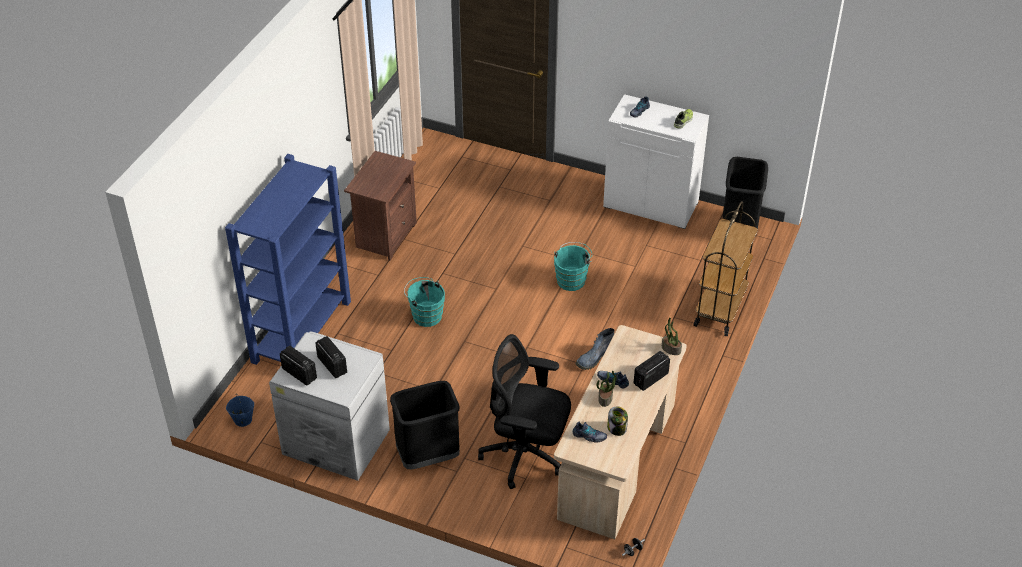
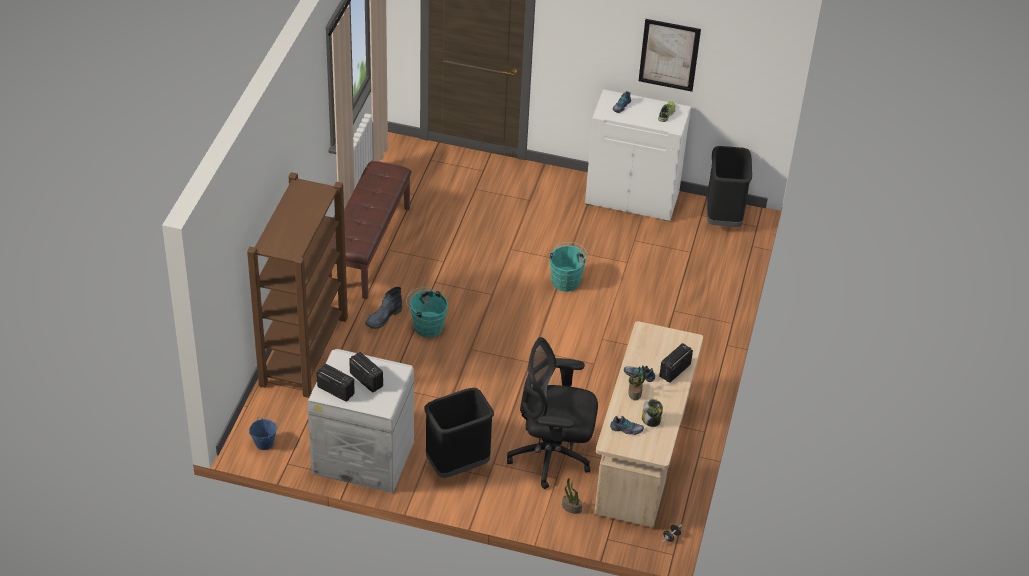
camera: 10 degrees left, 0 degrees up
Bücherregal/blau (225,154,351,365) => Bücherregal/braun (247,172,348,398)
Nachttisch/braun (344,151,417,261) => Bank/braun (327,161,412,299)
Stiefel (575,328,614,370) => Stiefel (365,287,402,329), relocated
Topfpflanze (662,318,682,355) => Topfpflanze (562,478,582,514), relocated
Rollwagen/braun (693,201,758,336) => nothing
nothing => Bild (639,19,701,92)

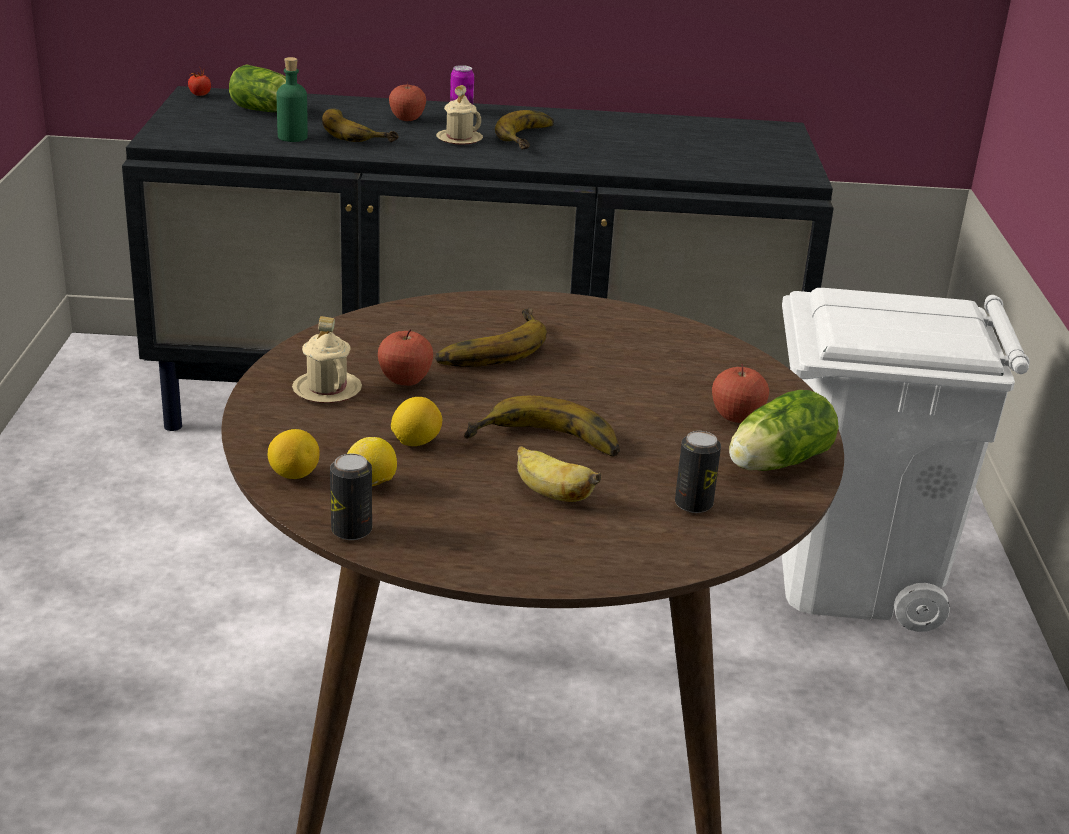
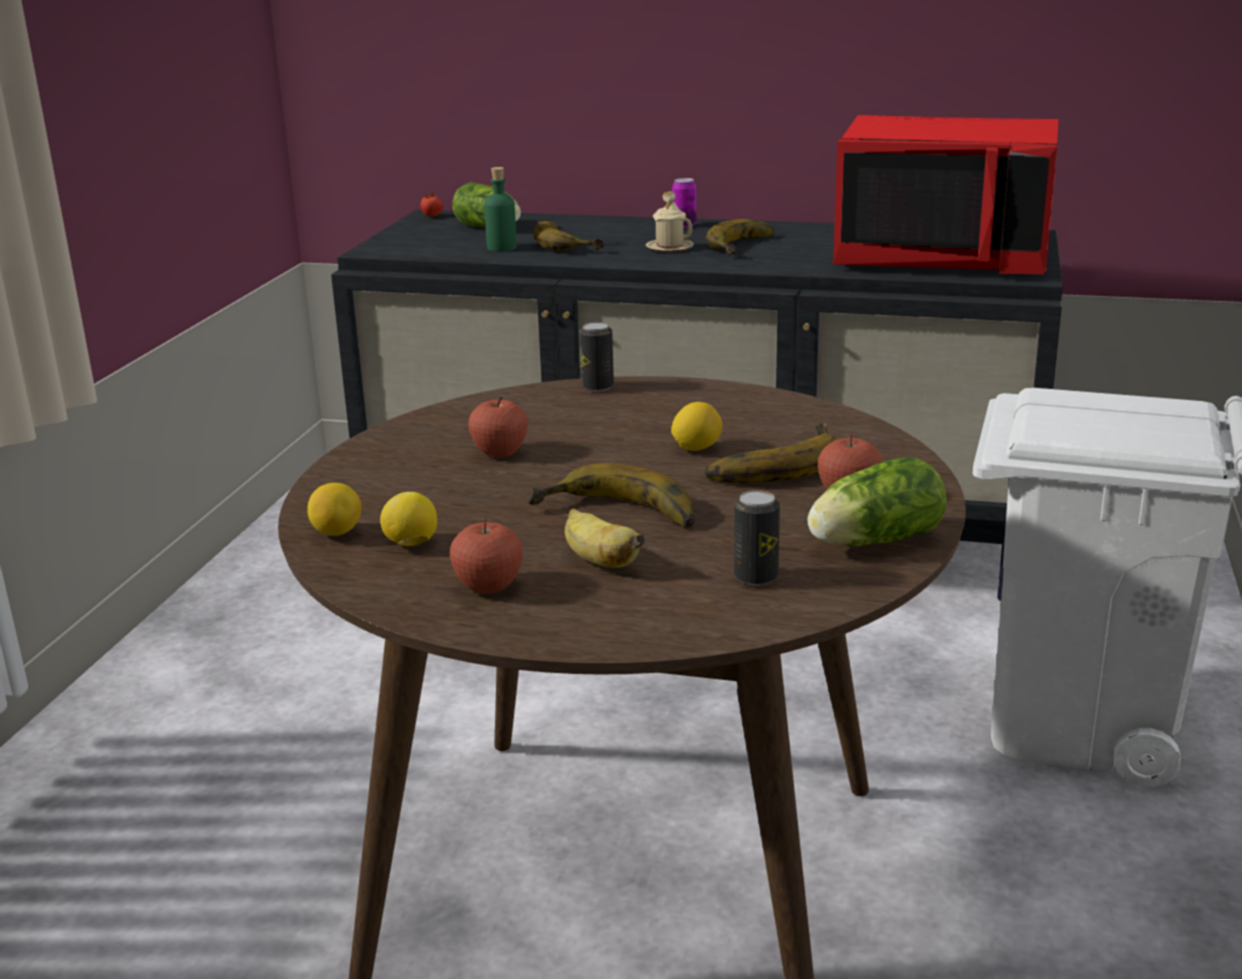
camera: 15 degrees right, 5 degrees down
Henkelbecher/beige (292,316,362,403) => nothing
Dose (330,454,372,540) => Dose (580,322,614,392), relocated
Apfel (389,81,426,121) => Apfel (450,518,523,594), relocated
Zitrone (391,397,442,446) => Zitrone (671,402,722,451), relocated
Banane (435,308,547,367) => Banane (705,422,837,483), relocated
nothing => Mikrowelle/rot (833,115,1058,275)

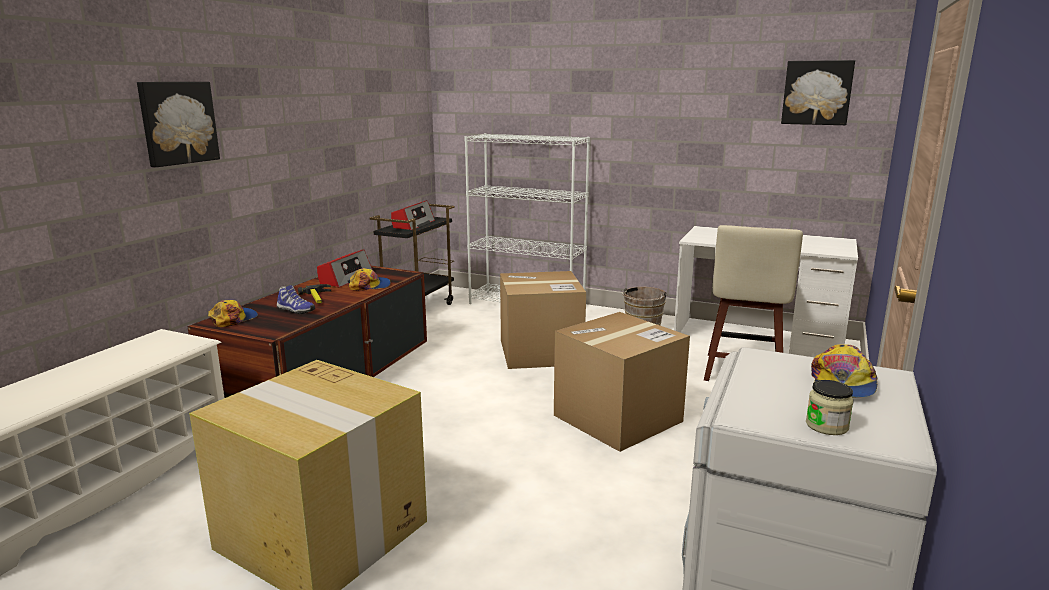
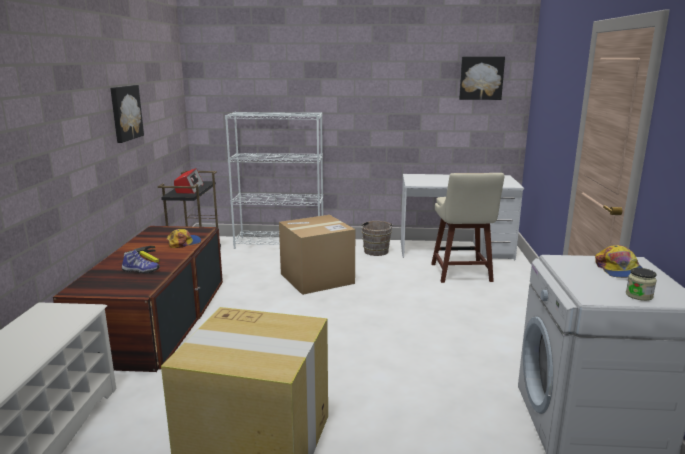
camera: 20 degrees left, 0 degrees up
Bild (137,82,220,167) => Bild (110,85,144,143), relocated
Kappe (208,300,258,327) => nothing
Radio (317,249,373,287) => nothing
Karton (554,312,690,452) => nothing

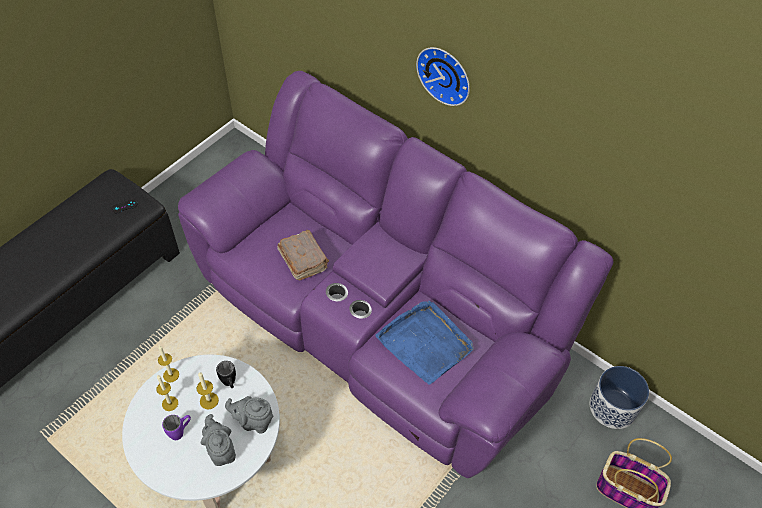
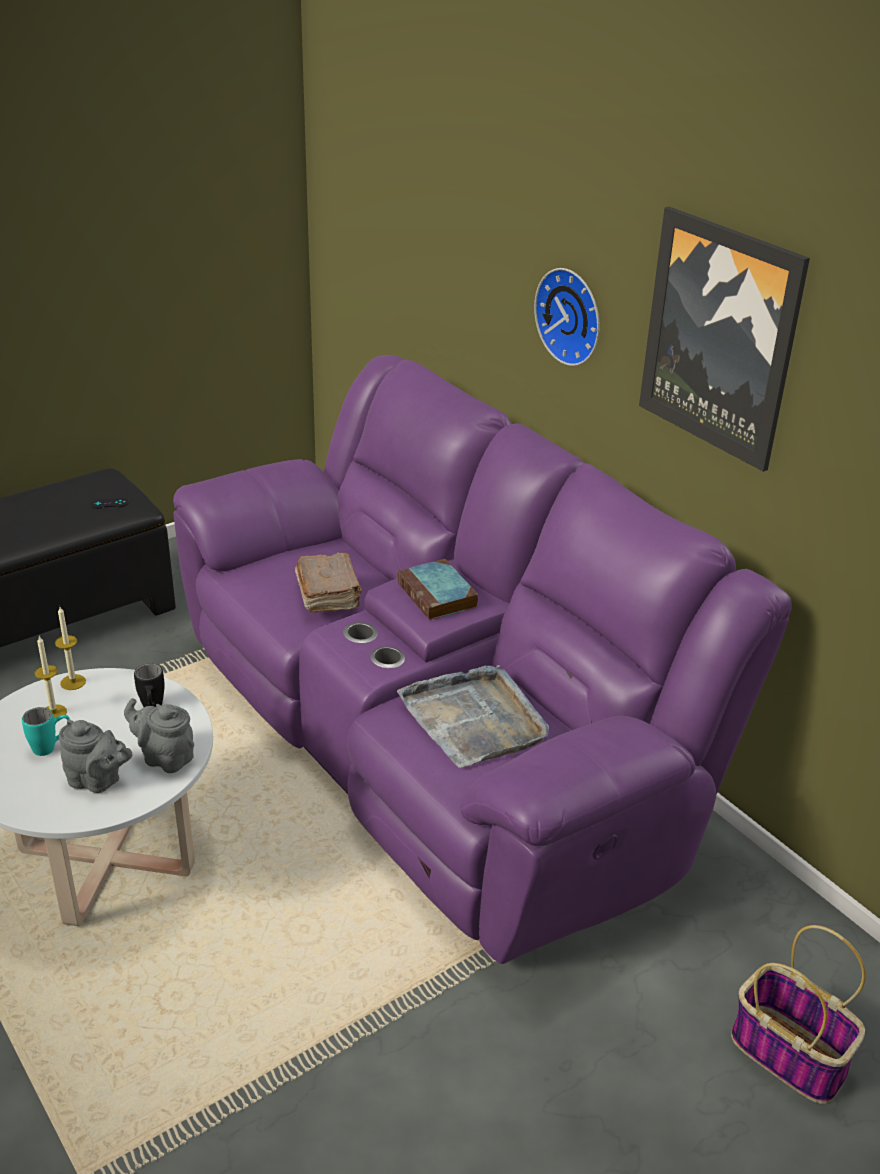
camera: 15 degrees right, 20 degrees down
Henkelbecher/lila (162,415,191,440) => Henkelbecher/türkis (22,707,70,756)
Kerze (197,372,219,410) => nothing
Teekanne/grau (200,414,236,466) => Teekanne/grau (59,720,132,793), 120 degrees clockwise
Tablett/blau (375,301,474,385) => Tablett/grau (397,665,549,768)
Pflanzkübel (590,366,649,429) => nothing
nothing => Buch (397,559,478,620)
nothing => Bild (639,207,810,472)

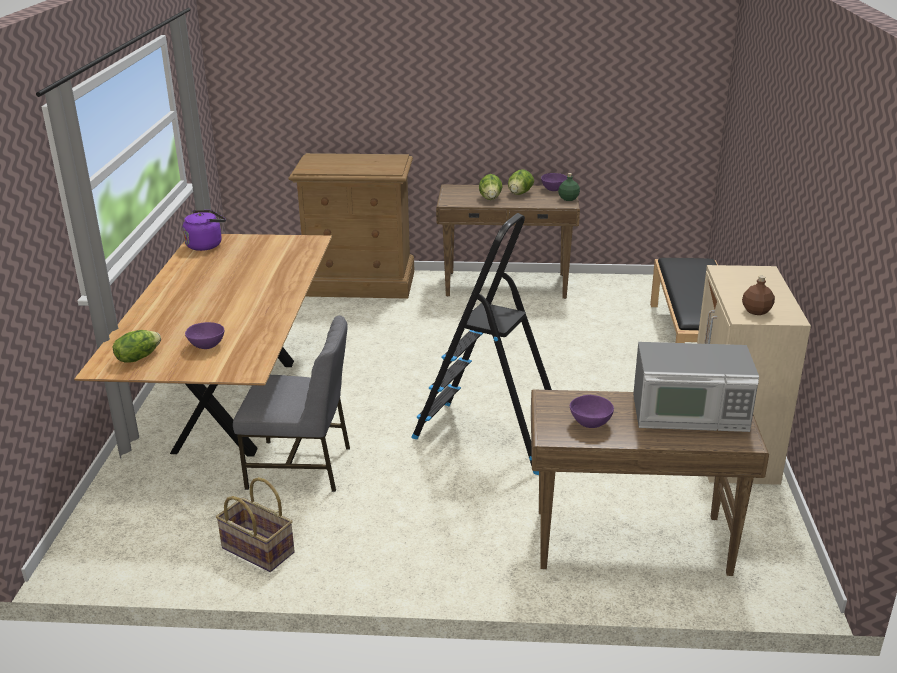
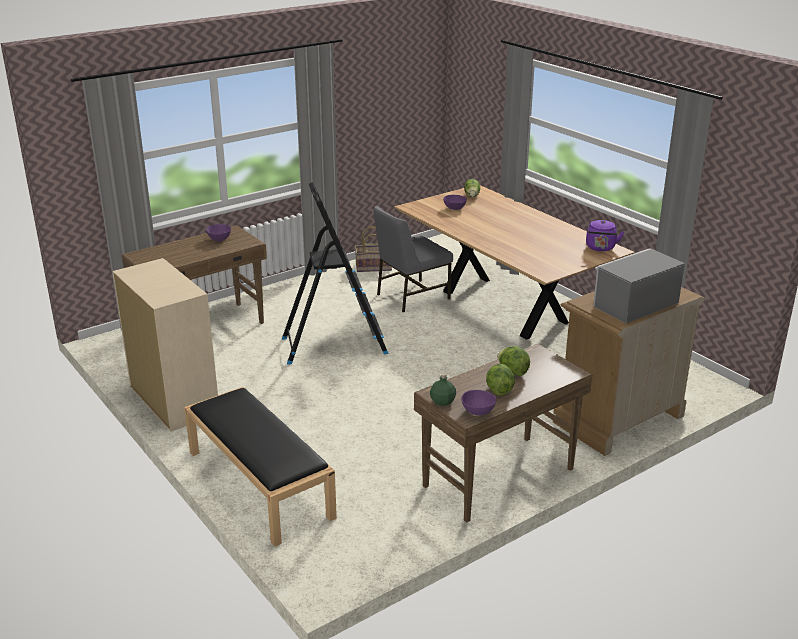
camera: 140 degrees right, 0 degrees up
Mikrowelle (633,342,759,432) => Mikrowelle (593,248,685,323), relocated
Flasche/braun (742,276,775,315) => nothing

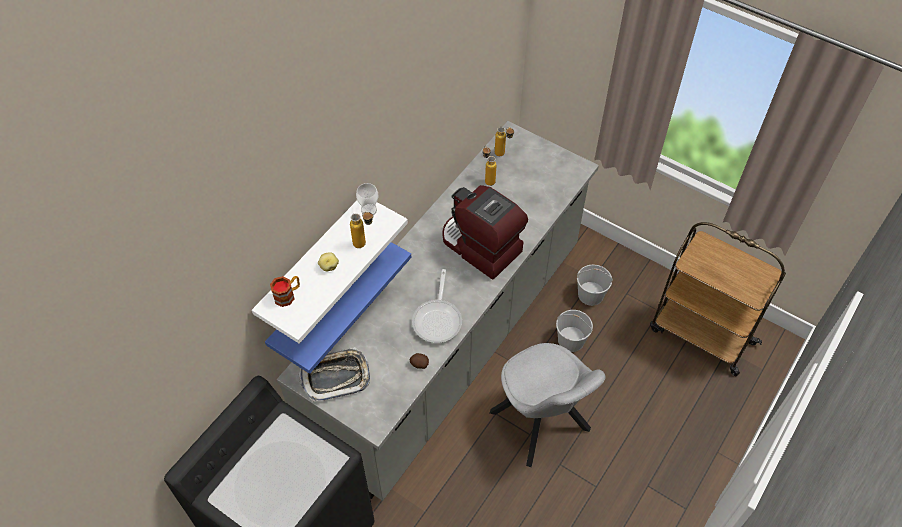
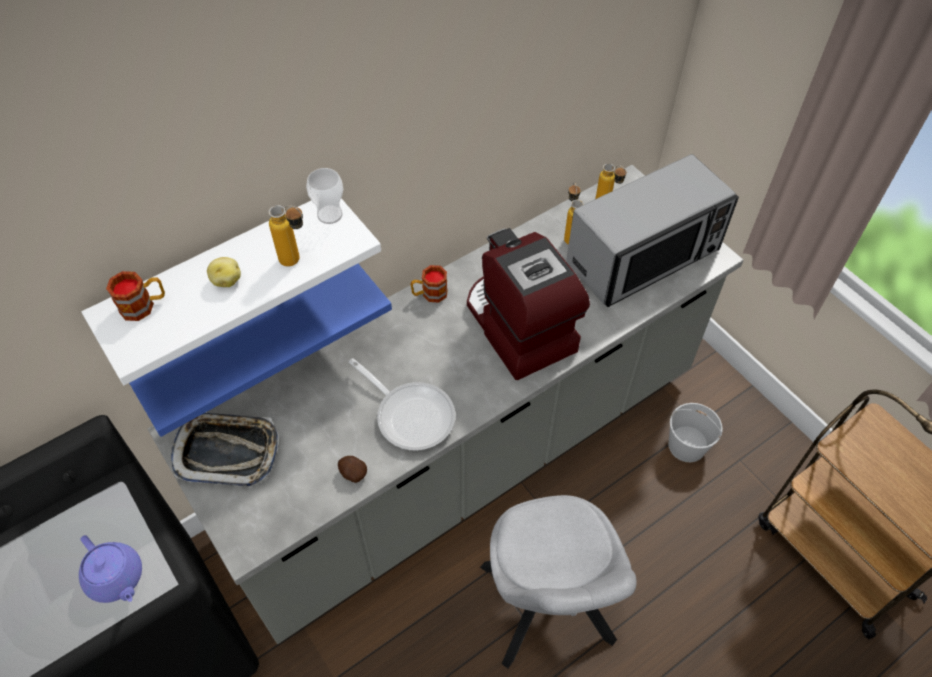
camera: 20 degrees right, 0 degrees up
Pfanne (412,269,462,343) => Pfanne (349,358,455,450), 75 degrees counterclockwise
Eimer/weiß (556,310,593,352) => nothing
nothing => Teekanne/lila (79,535,142,603)
nothing => Henkelbecher (411,265,448,303)
nothing => Mikrowelle (566,154,739,307)

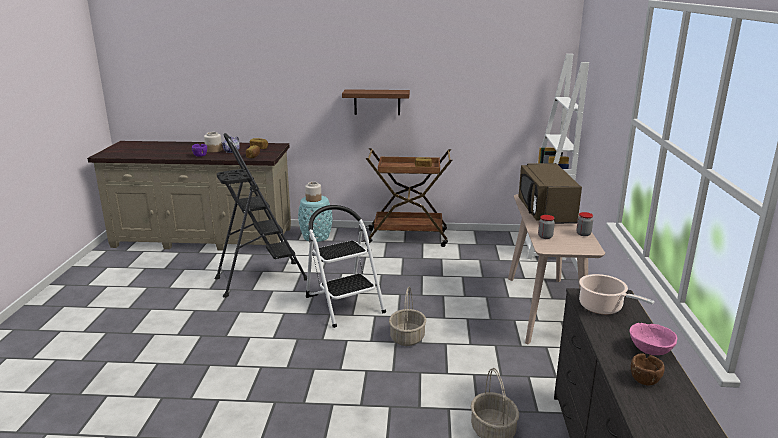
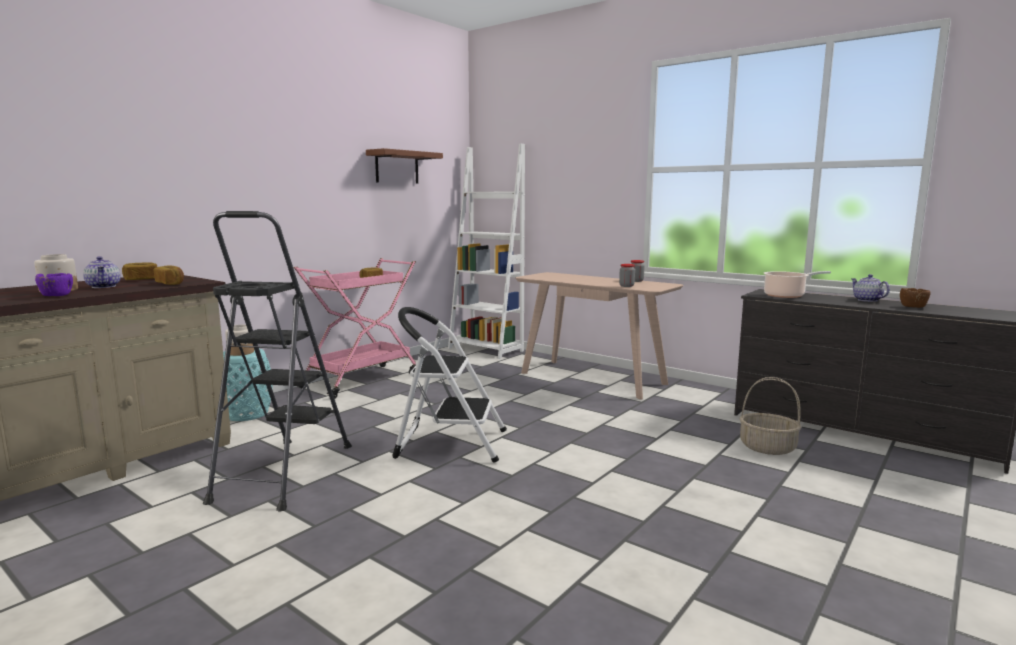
camera: 55 degrees left, 10 degrees down
Wandregal/braun (342,89,410,115) => Wandregal/braun (366,148,443,184), relocated
Rollwagen/braun (363,148,453,247) => Rollwagen/rosa (293,258,416,399)
Korb (389,287,426,346) => nothing
Mikrowelle/braun (518,163,582,224) => nothing
Schüssel/rosa (629,323,677,355) => Teekanne (851,274,890,302)

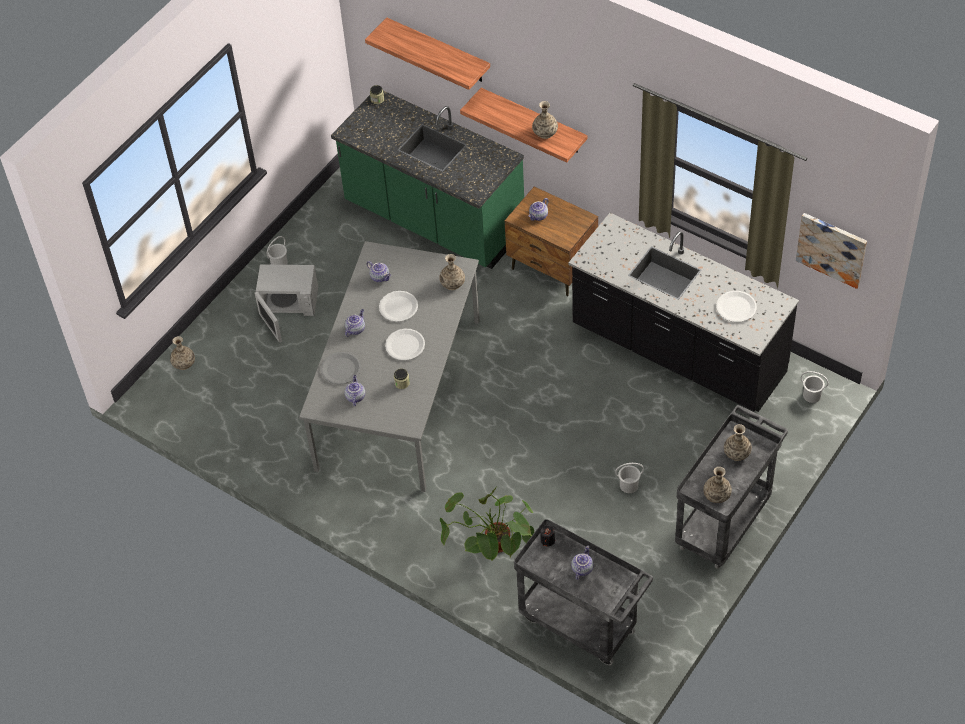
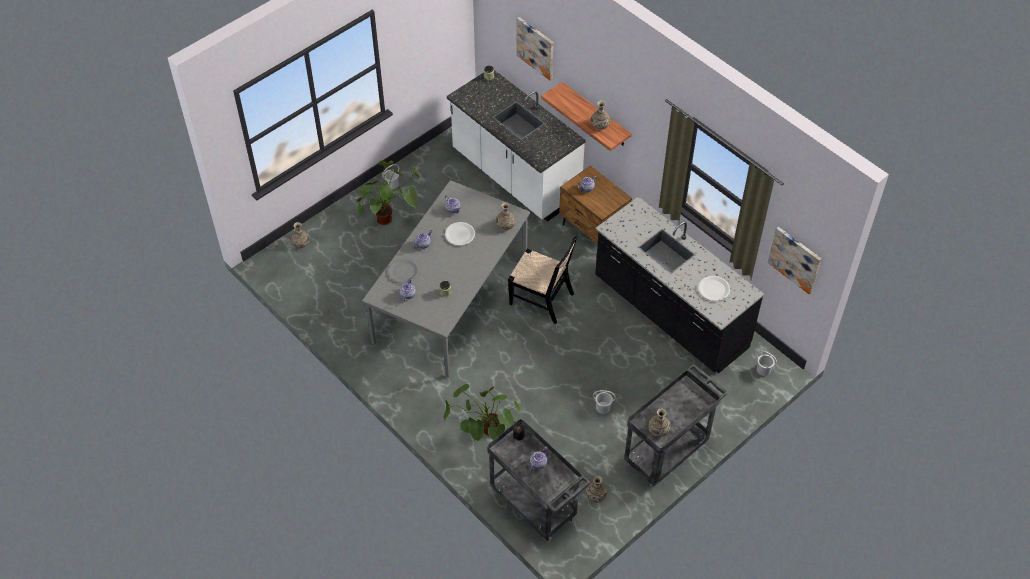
camera: 10 degrees right, 0 degrees up
Mikrowelle/weiß (255,264,318,343) => Topfpflanze (357,161,419,225)
Küchenzeile/grün (331,91,524,269) => Küchenzeile/weiß (447,70,586,222)
Wandregal (365,18,490,90) => Bild (516,17,553,80)
Teller/weiß (385,329,425,361) => nothing
Vase (724,424,752,461) => Vase (586,476,608,502), relocated
nothing => Stuhl (508,236,578,324)

